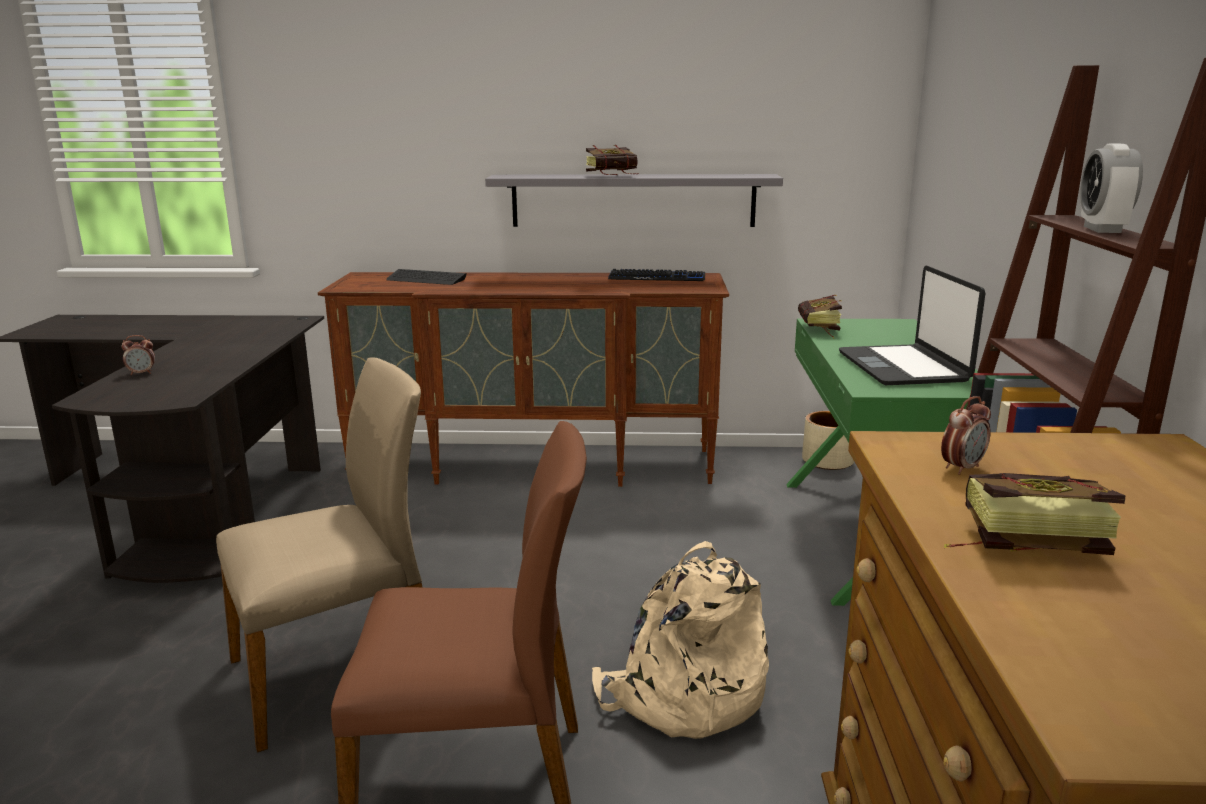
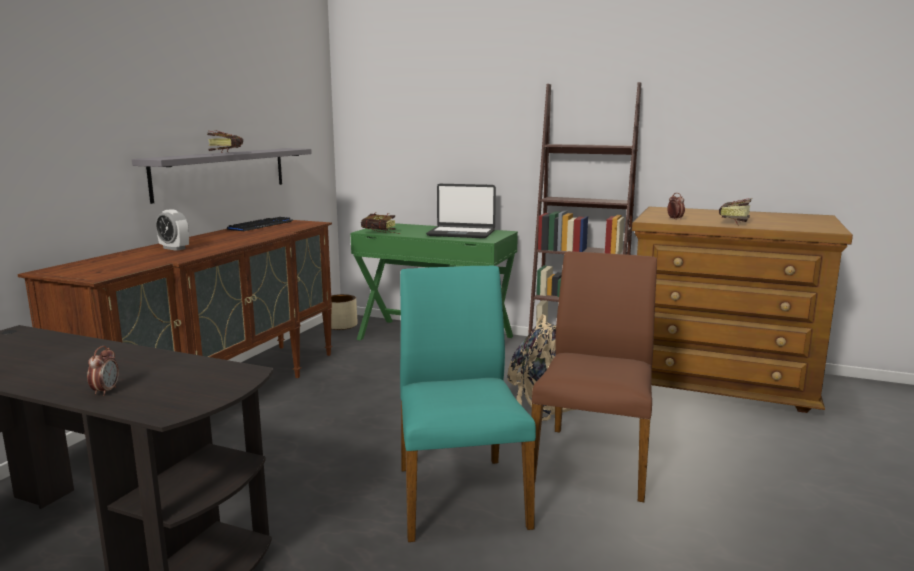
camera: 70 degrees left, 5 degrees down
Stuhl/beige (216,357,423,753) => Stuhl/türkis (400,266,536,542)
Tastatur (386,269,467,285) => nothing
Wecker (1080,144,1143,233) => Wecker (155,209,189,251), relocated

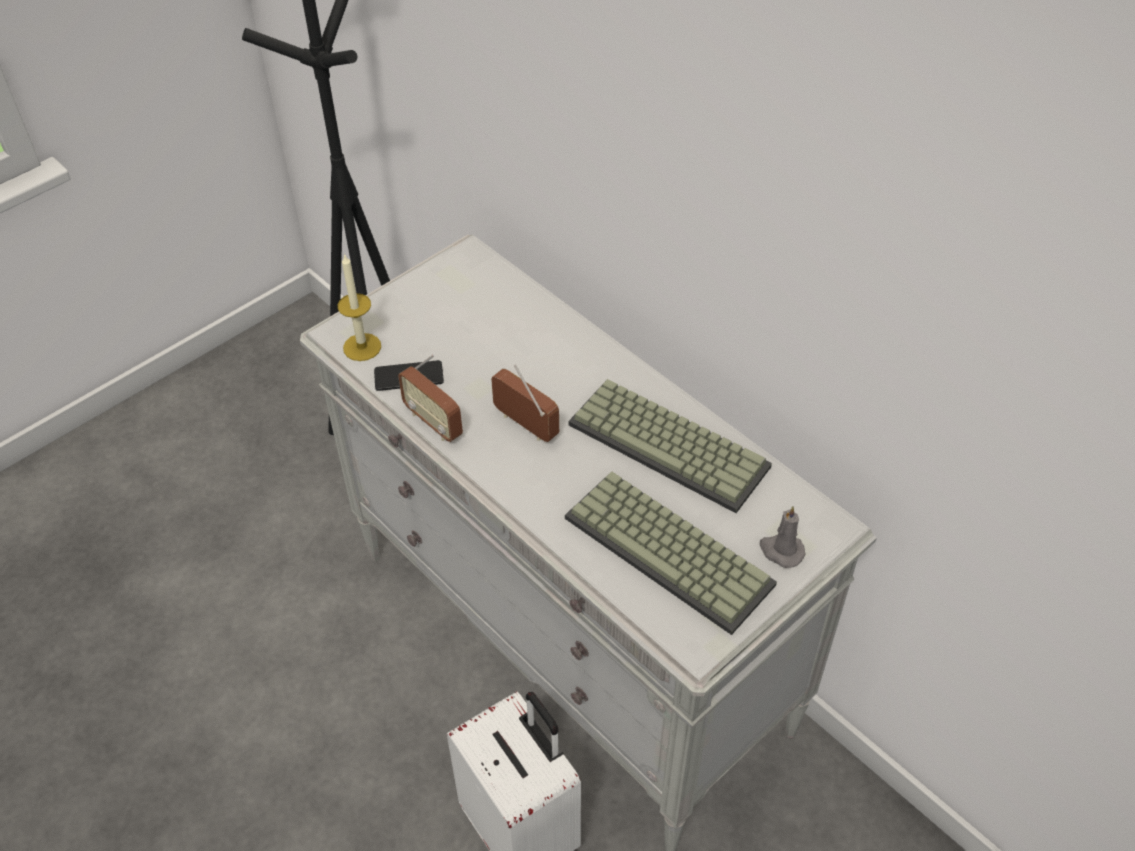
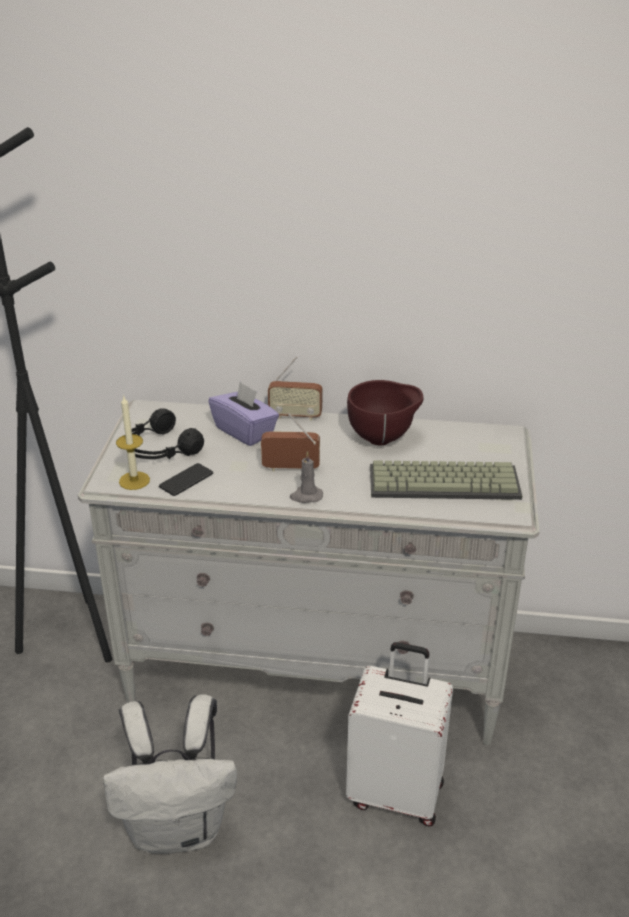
camera: 40 degrees left, 15 degrees down
Radio (398,354,463,442) => Radio (268,356,322,421), relocated
Tastatur (568,379,772,513) => Schüssel/braun (347,380,423,445)
Kerze/grau (759,506,805,568) => Kerze/grau (290,451,323,503), relocated
nothing => Rucksack/weiß (103,694,237,854)
nothing => Kopfhörer/schwarz (131,408,204,459)
nothing => Taschentuchbox/lila (208,382,279,446)

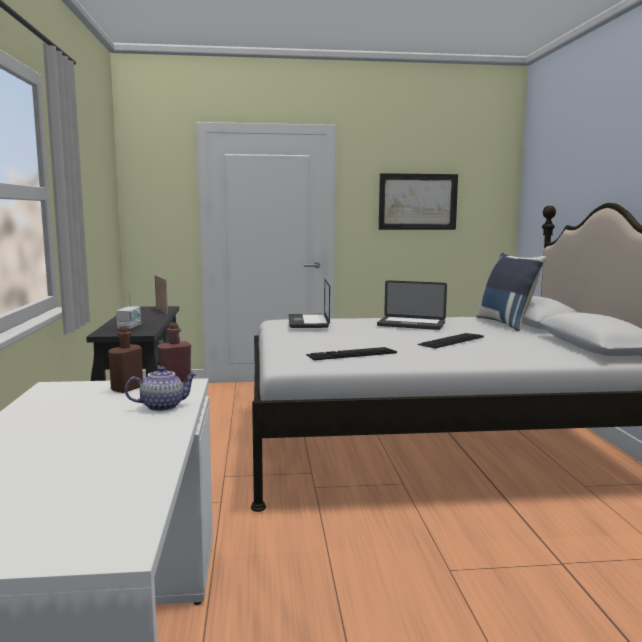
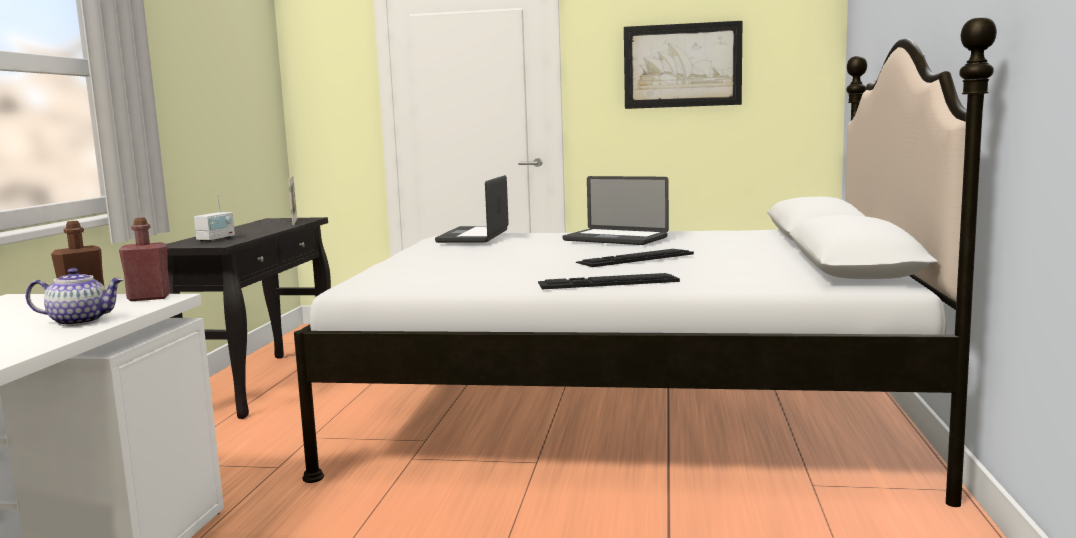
camera: 15 degrees right, 0 degrees up
Tastatur (306,347,397,360) => Tastatur (538,273,680,289), relocated
Kissen/blau (476,253,546,331) => nothing

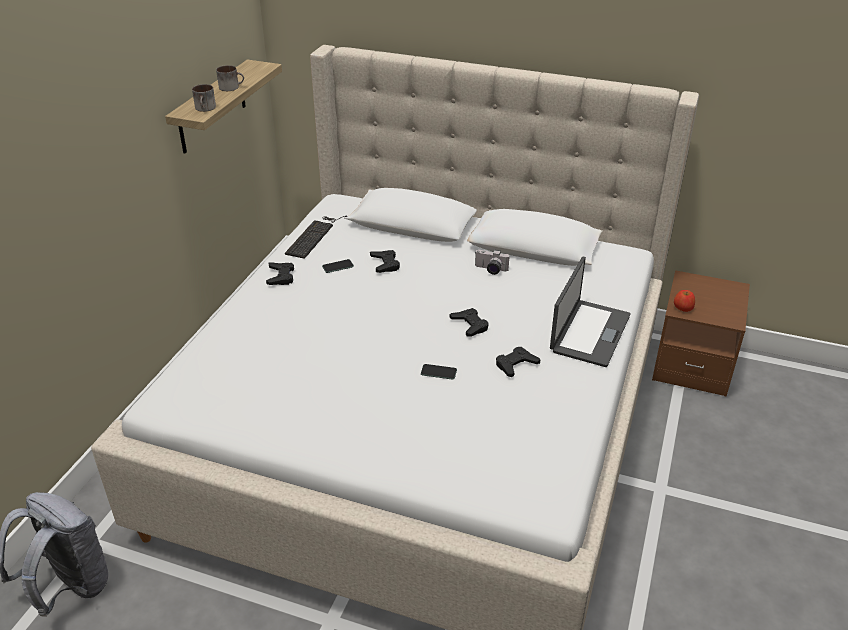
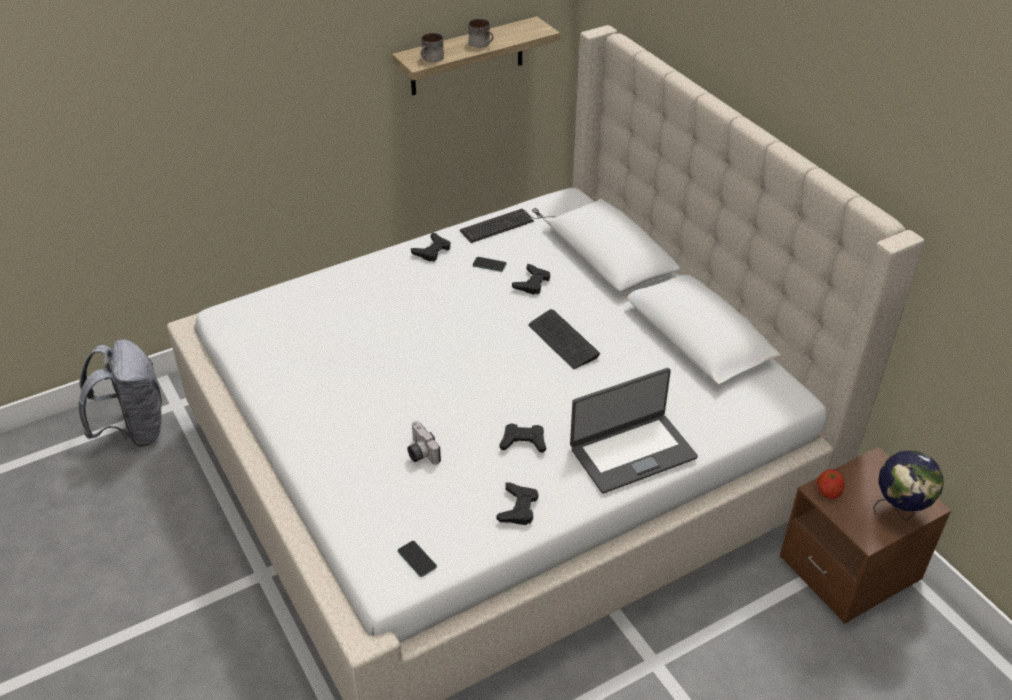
camera: 40 degrees right, 5 degrees up
Handy (421,364,457,380) => Handy (398,541,437,577), relocated
Gamepad/schwarz (449,308,489,337) => Gamepad/schwarz (497,482,539,525), relocated
Kamera (475,250,510,275) => Kamera (407,421,441,465), relocated
nothing => Tastatur (528,309,600,369)
nothing => Globus (873,451,944,521)

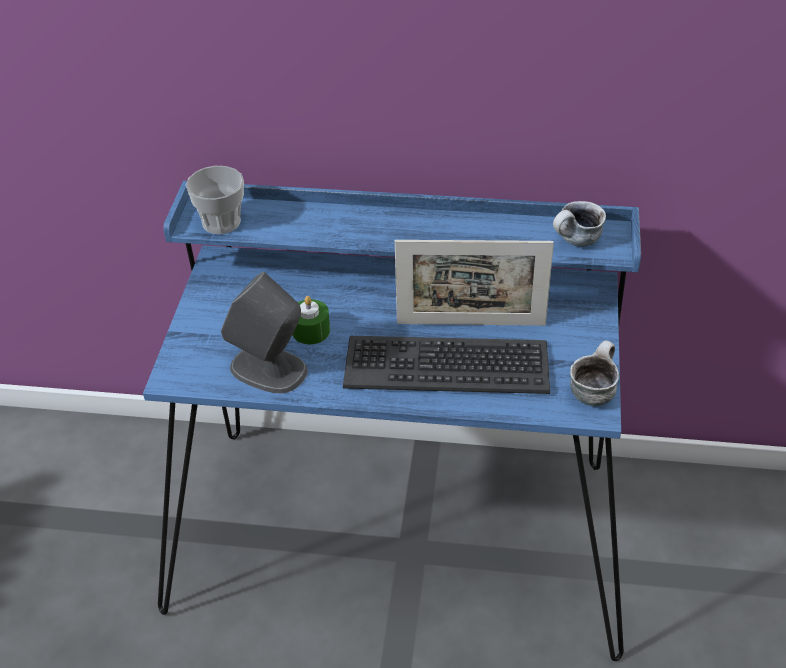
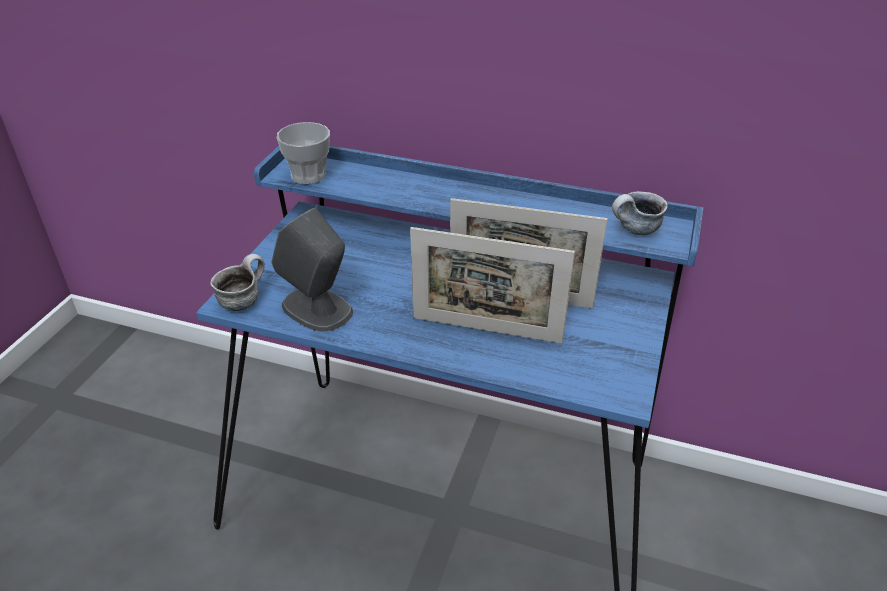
camera: 10 degrees right, 5 degrees down
Kerze/grün (292,296,330,344) => nothing
Tastatur (343,336,550,394) => Bilderrahmen (410,227,575,343)
Henkelbecher (570,341,619,406) => Henkelbecher (210,254,265,311), relocated

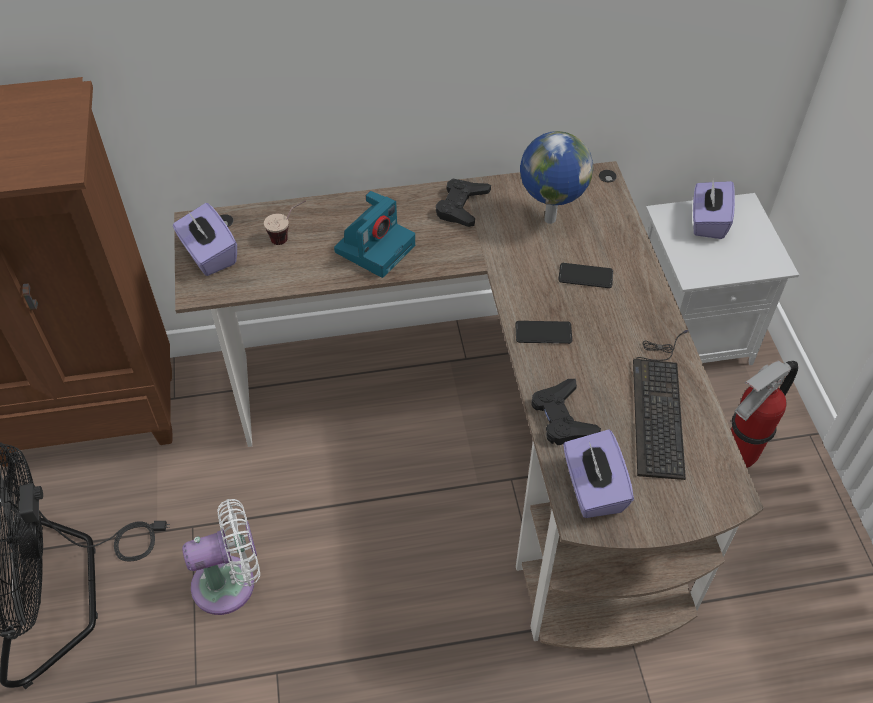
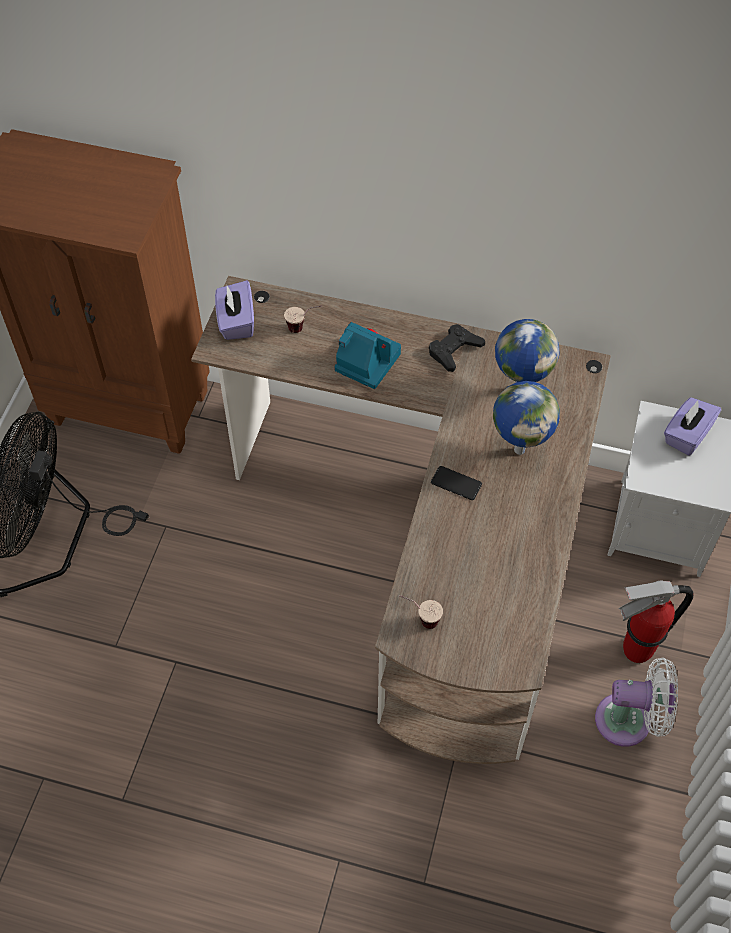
camera: 25 degrees right, 5 degrees up
Ventilator/weiß (182,499,260,615) => Ventilator/weiß (595,658,678,747), relocated
Kamera (334,191,415,278) => Kamera (334,322,401,389), 120 degrees counterclockwise
Gamepad/schwarz (531,379,601,445) => nothing
Handy (558,263,613,288) => Globus (493,381,560,455)
Taschentuchbox/lila (563,429,634,518) => Tasse (399,595,443,629)
Tastatur (633,330,688,480) => nothing

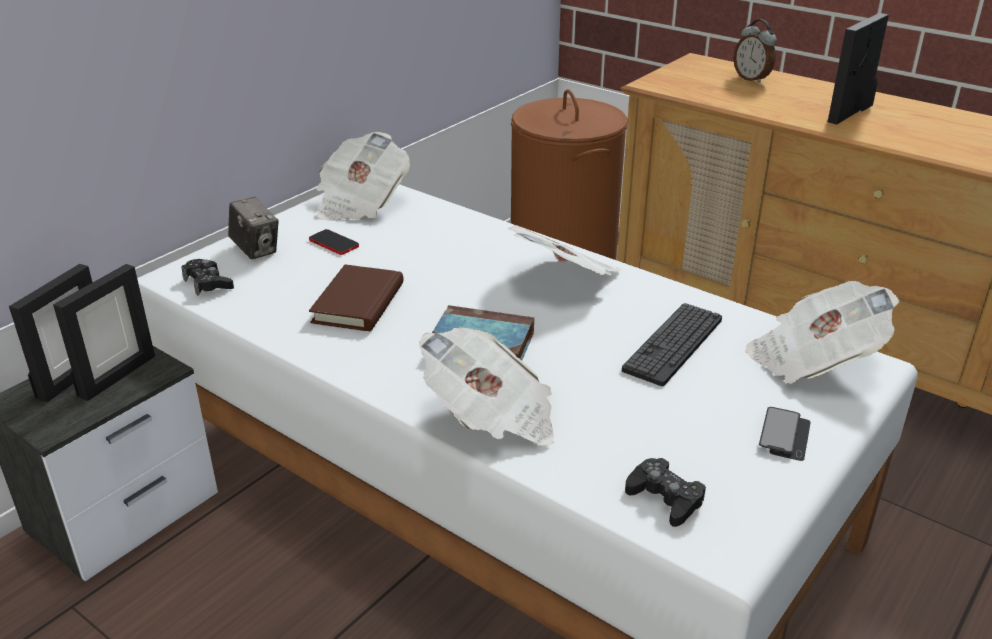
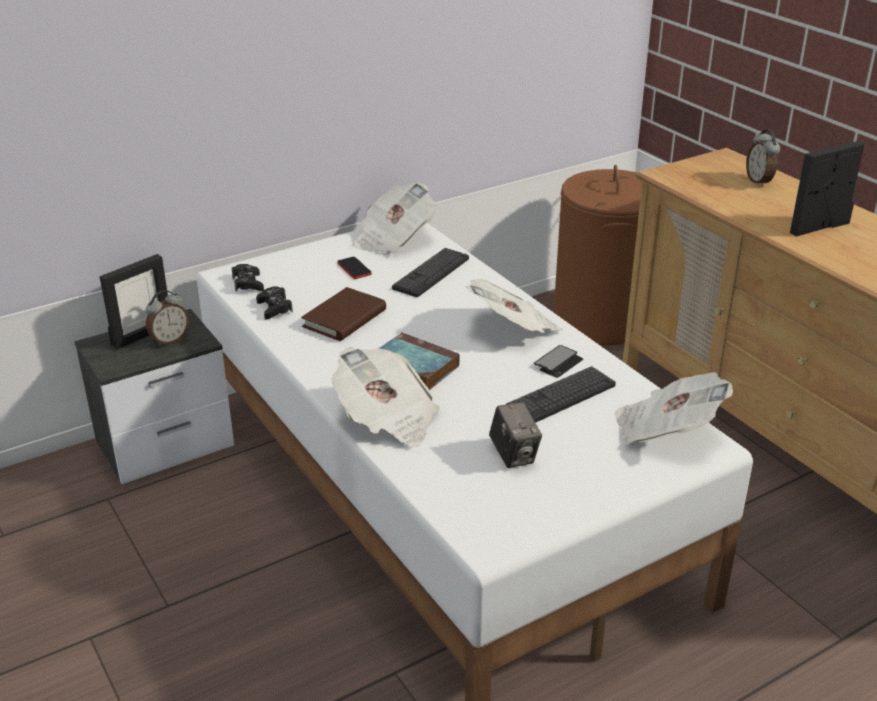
camera: 20 degrees right, 0 degrees up
Bilderrahmen (53,264,155,401) => Wecker (146,290,189,346)
Kamera (228,197,278,259) => Kamera (489,402,542,468), relocated
Gamepad/schwarz (625,458,706,527) => Gamepad/schwarz (256,286,293,320), relocated
Handy (759,407,811,461) => Handy (534,345,583,378), relocated
nothing => Tastatur (392,248,469,297)

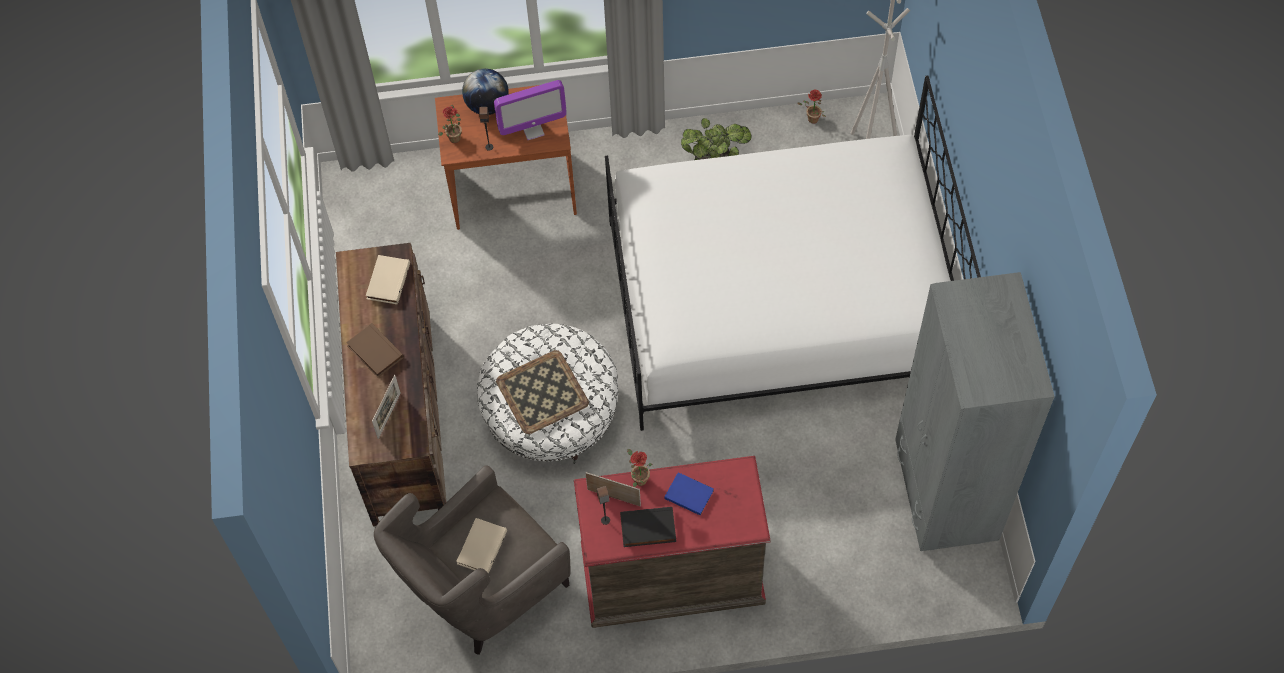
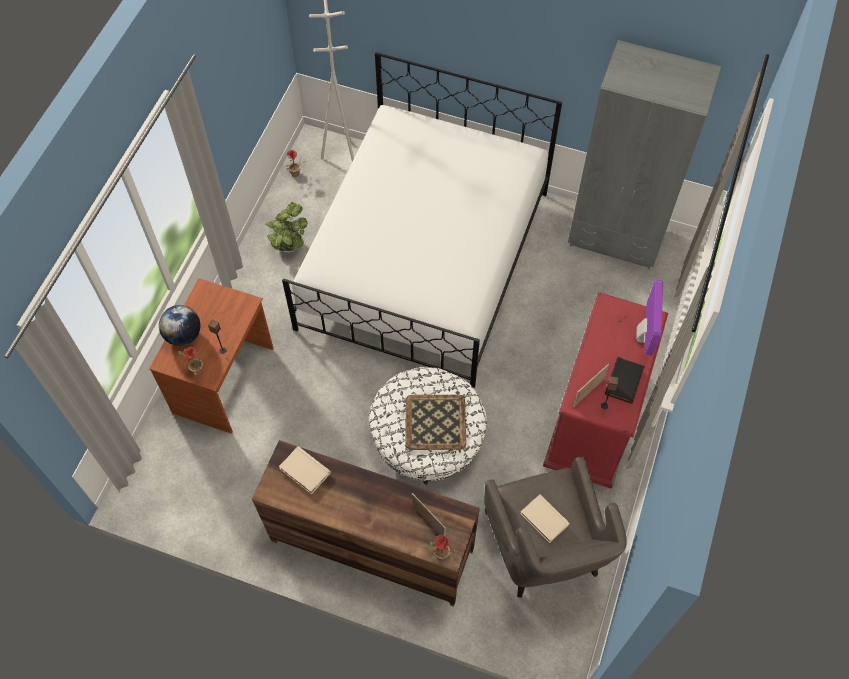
camera: 65 degrees left, 0 degrees up
Buch/braun (346,323,404,377) => nothing
Monitor (494,80,567,140) => Monitor (636,280,663,356), relocated
Topfpflanze (627,449,652,487) => Topfpflanze (423,535,454,561), relocated
Buch/blau (664,472,714,515) => nothing

